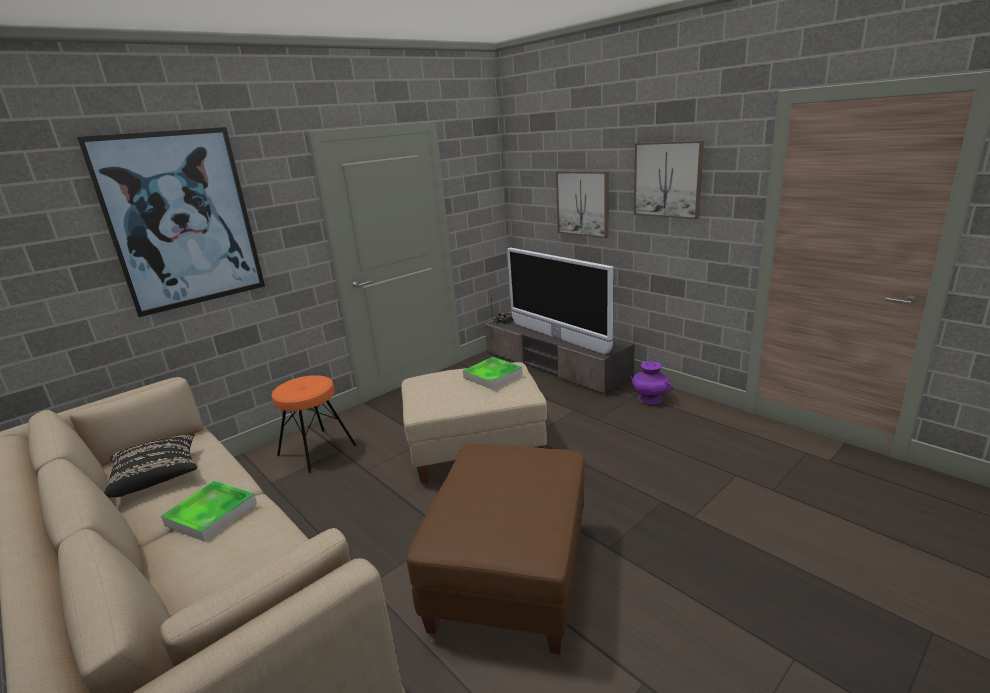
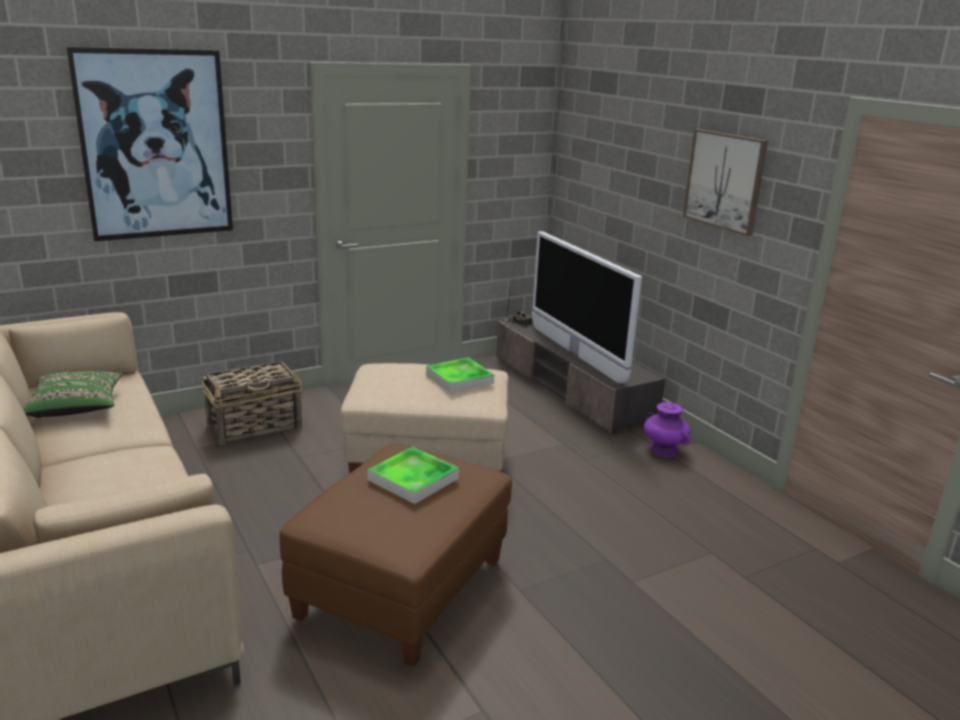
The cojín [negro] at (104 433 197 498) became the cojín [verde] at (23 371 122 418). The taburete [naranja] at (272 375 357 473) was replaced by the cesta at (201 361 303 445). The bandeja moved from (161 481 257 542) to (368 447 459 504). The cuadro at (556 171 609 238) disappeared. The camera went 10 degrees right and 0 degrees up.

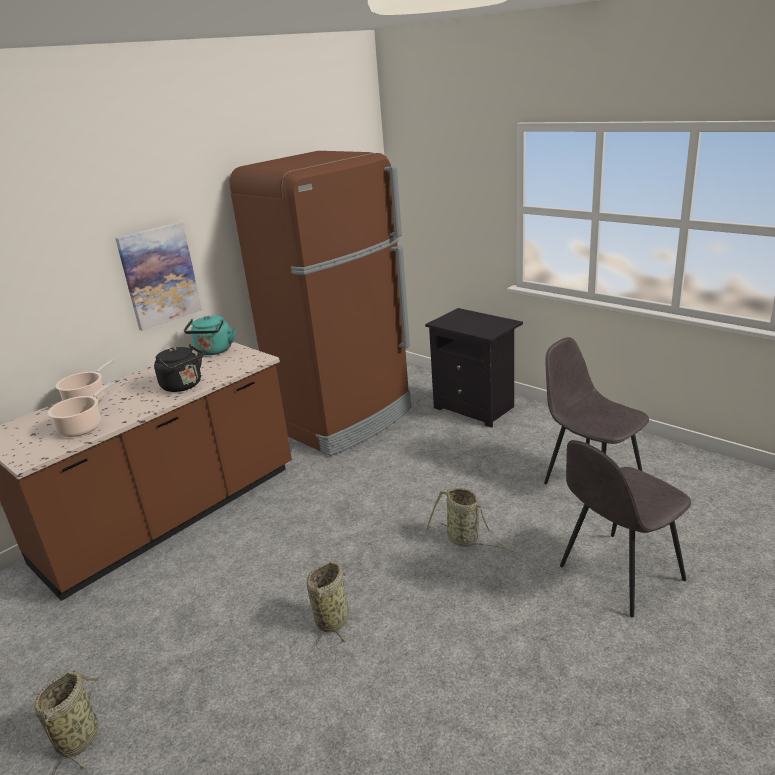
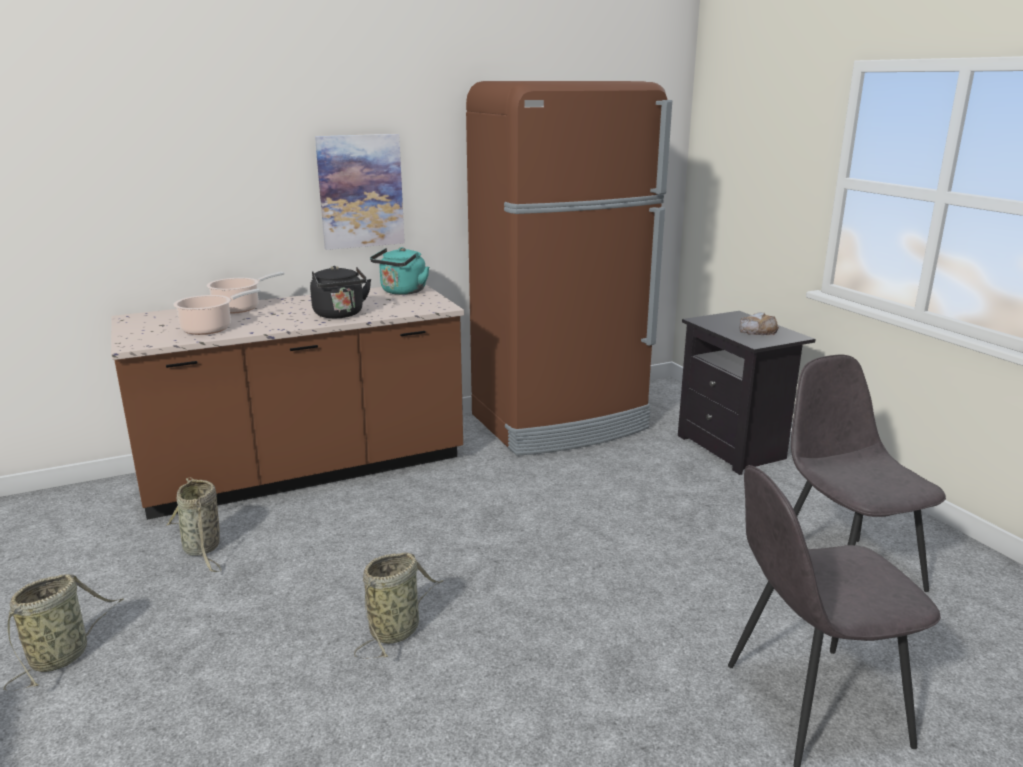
The cesta moved from (426 488 509 551) to (166 477 222 572). The pan at (739 312 779 335) appeared. The camera went 20 degrees right and 5 degrees down.

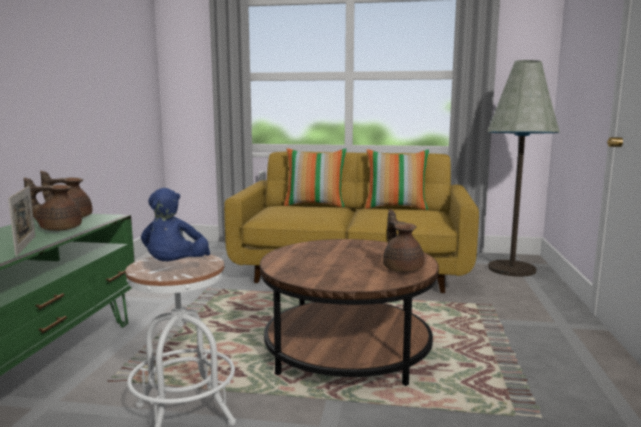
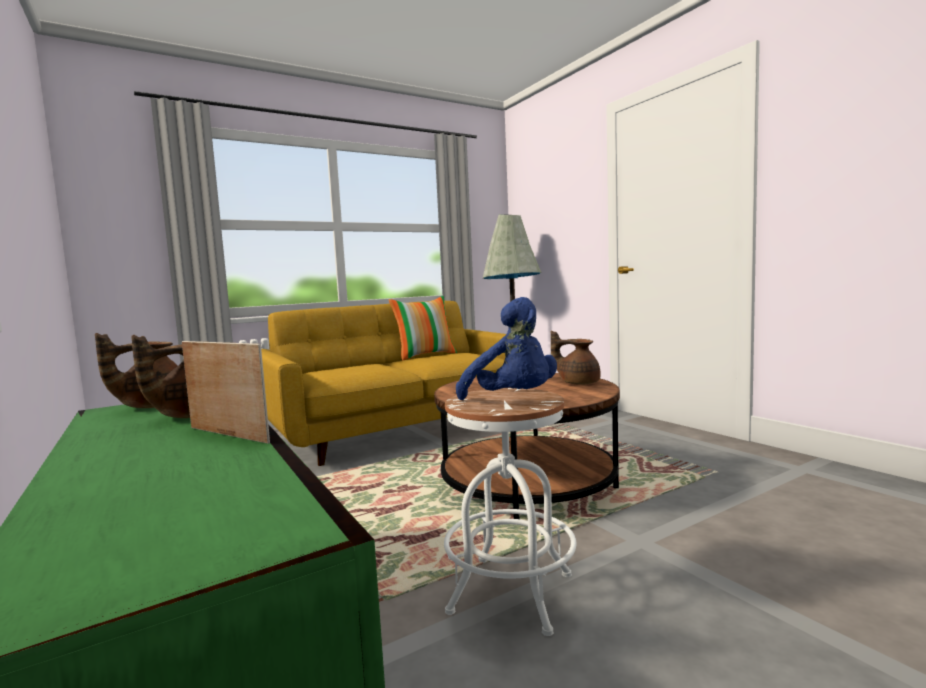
The cojín at (284 148 347 207) disappeared. The camera went 40 degrees left and 5 degrees down.

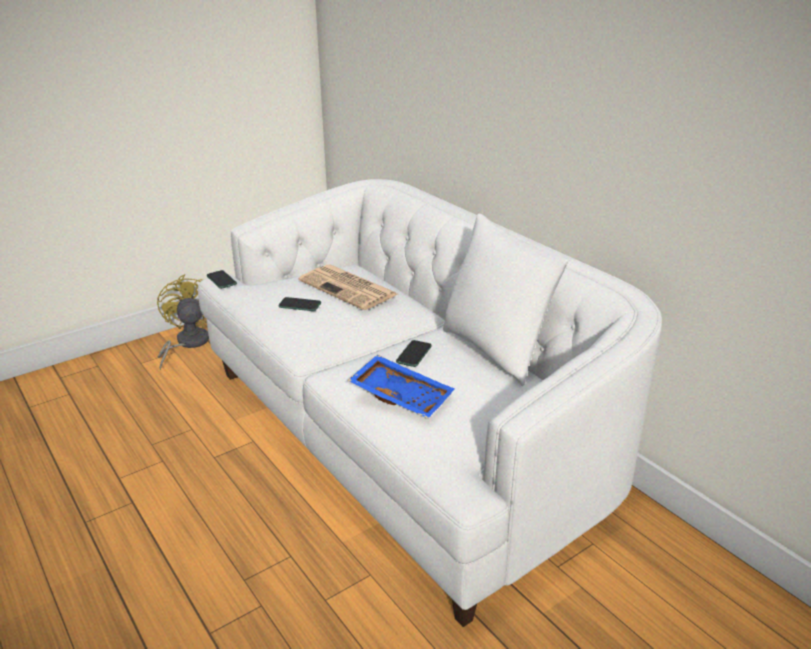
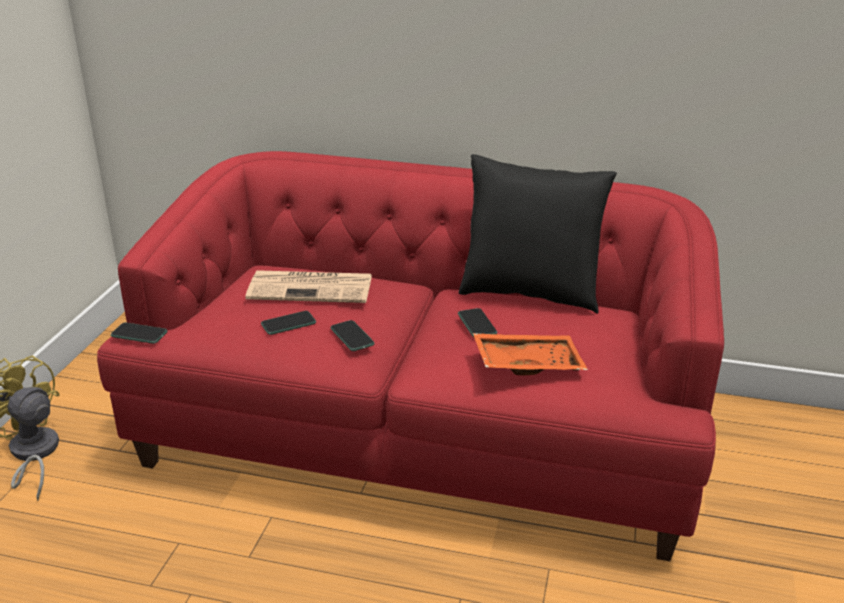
The sofá [blanco] at (198 179 662 627) became the sofá [rojo] at (97 151 724 561). The móvil at (331 320 375 351) appeared. The cojín [blanco] at (443 213 569 386) became the cojín [negro] at (459 154 617 314). The bandeja [azul] at (348 355 454 418) became the bandeja [naranja] at (473 333 588 375). The camera went 40 degrees left and 0 degrees up.

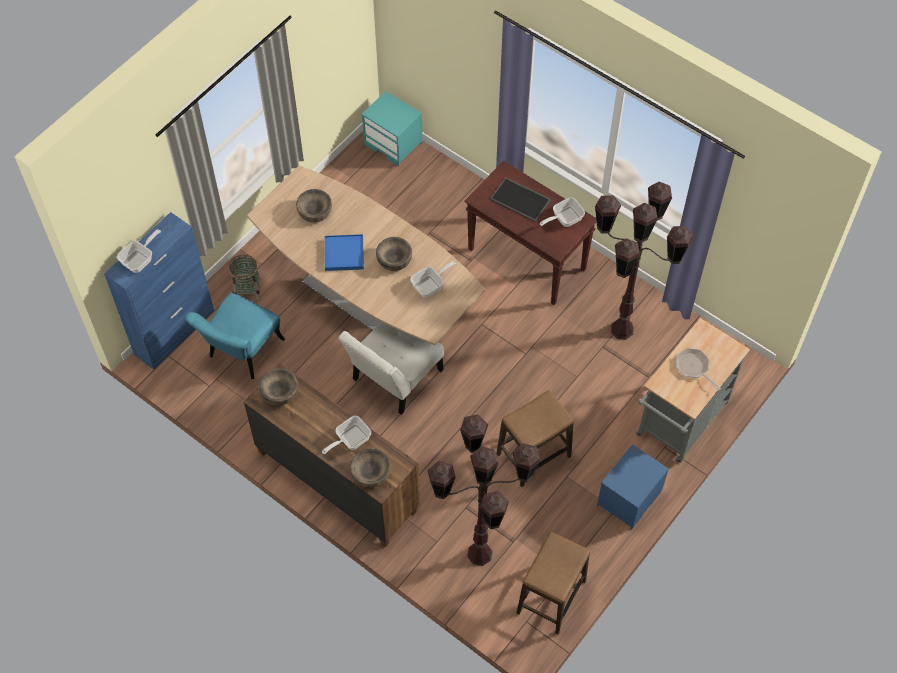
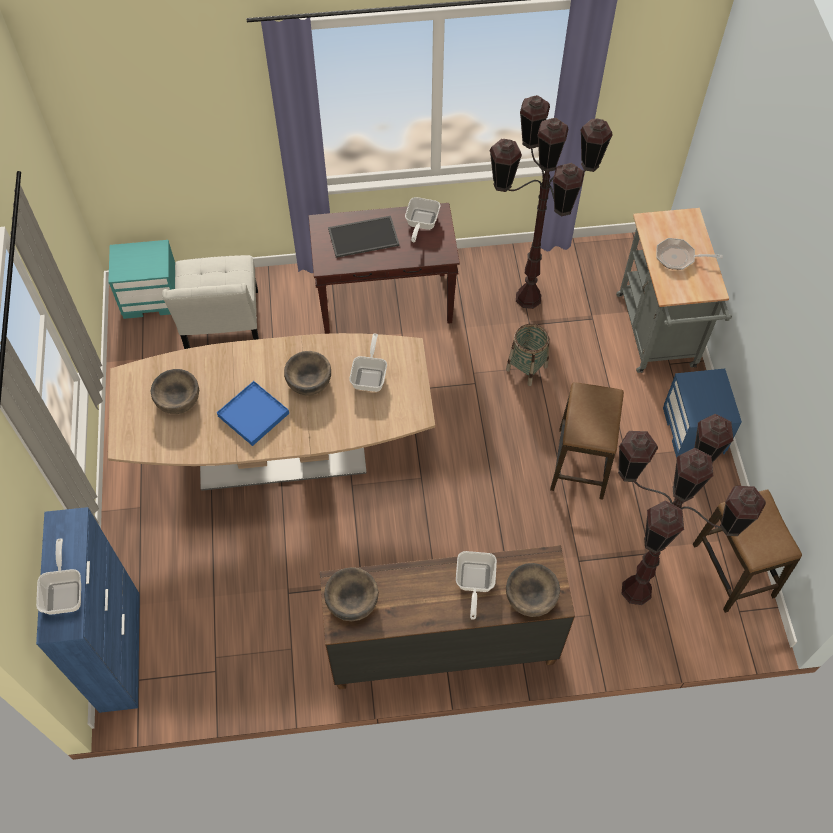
The silla [blanco] moved from (338 322 444 415) to (162 255 259 349). The cesta moved from (229 254 261 301) to (506 324 549 386). The silla [turquesa] at (185 293 285 379) disappeared. The camera went 45 degrees left and 0 degrees up.

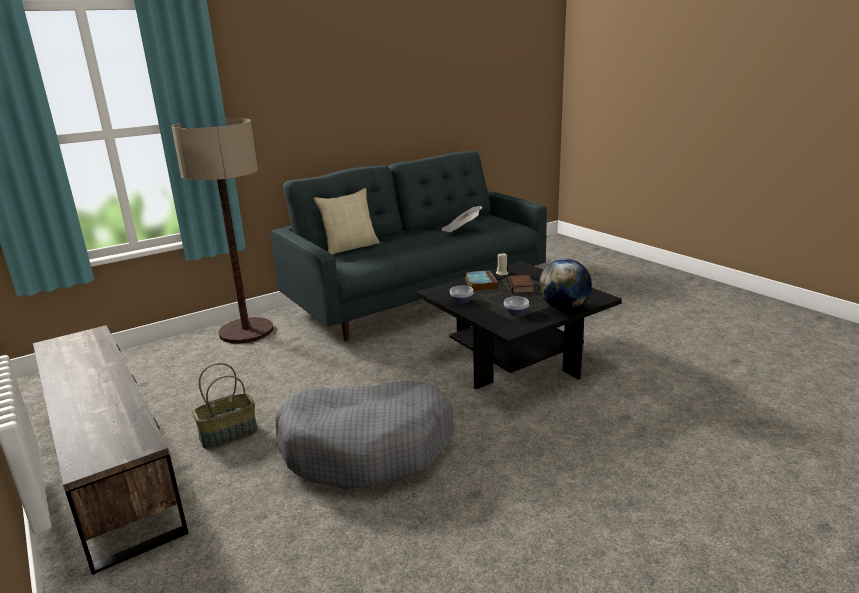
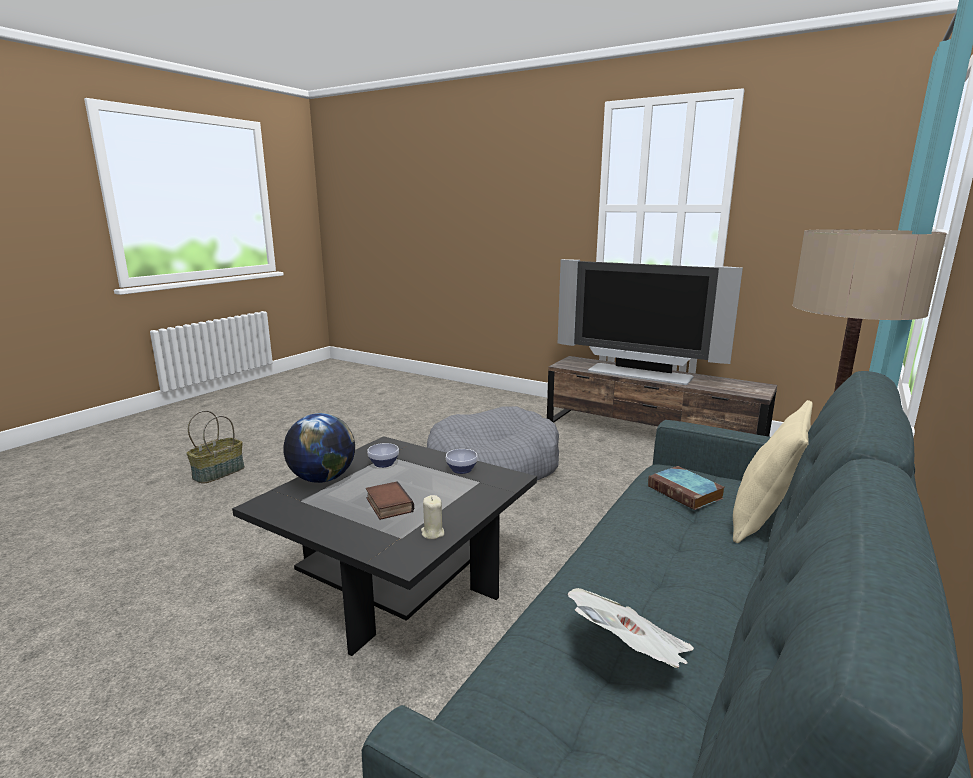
The cesta moved from (192 363 258 449) to (187 410 245 484). The televisor at (558 259 743 385) appeared. The libro moved from (465 270 498 291) to (648 466 725 510). The camera went 155 degrees right and 5 degrees down.

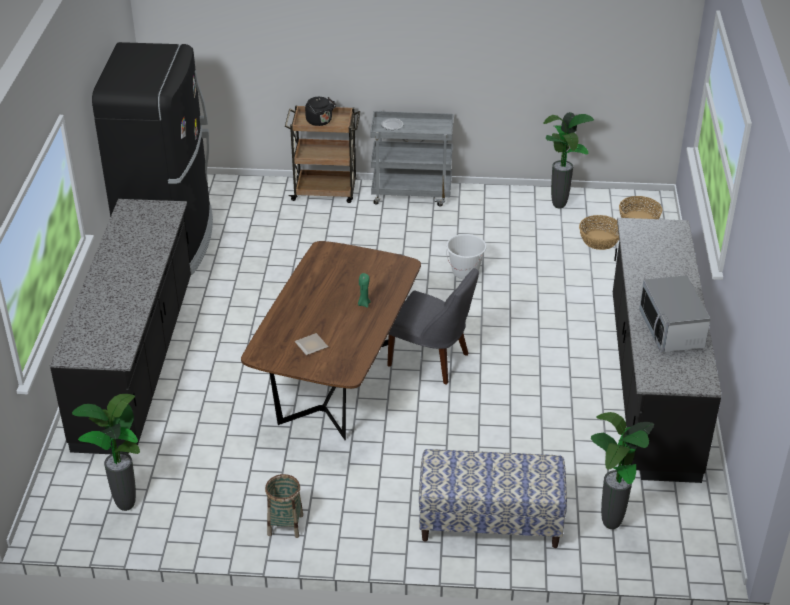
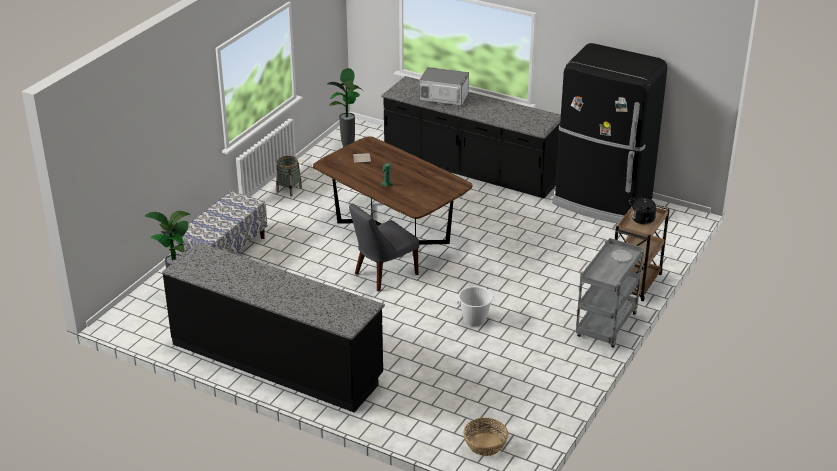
The microondas moved from (639 275 711 353) to (420 67 469 106). The planta en maceta at (544 112 594 209) disappeared. The cesta at (579 215 619 250) disappeared. The camera went 115 degrees right and 5 degrees down.

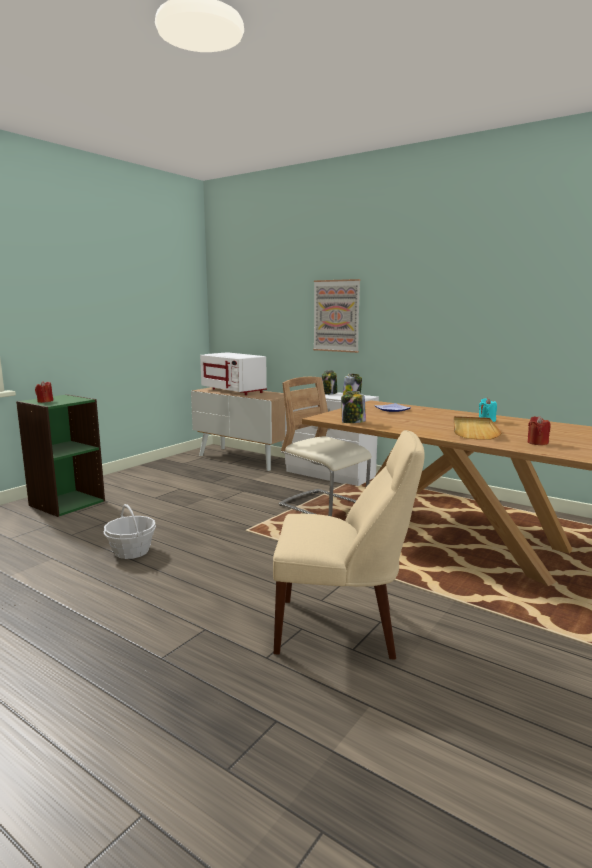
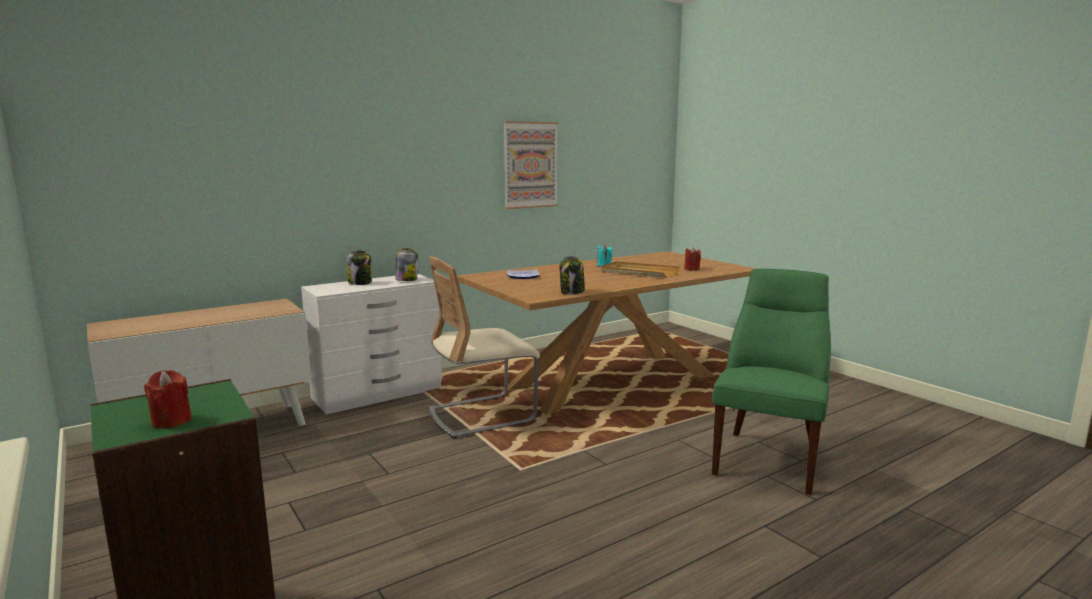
The cuadro moved from (313 279 361 353) to (503 121 558 209). The silla [beis] at (273 430 425 659) became the silla [verde] at (712 269 831 495). The cesta at (103 504 156 559) disappeared. The microondas [blanco] at (200 352 267 395) disappeared. The camera went 70 degrees left and 0 degrees up.

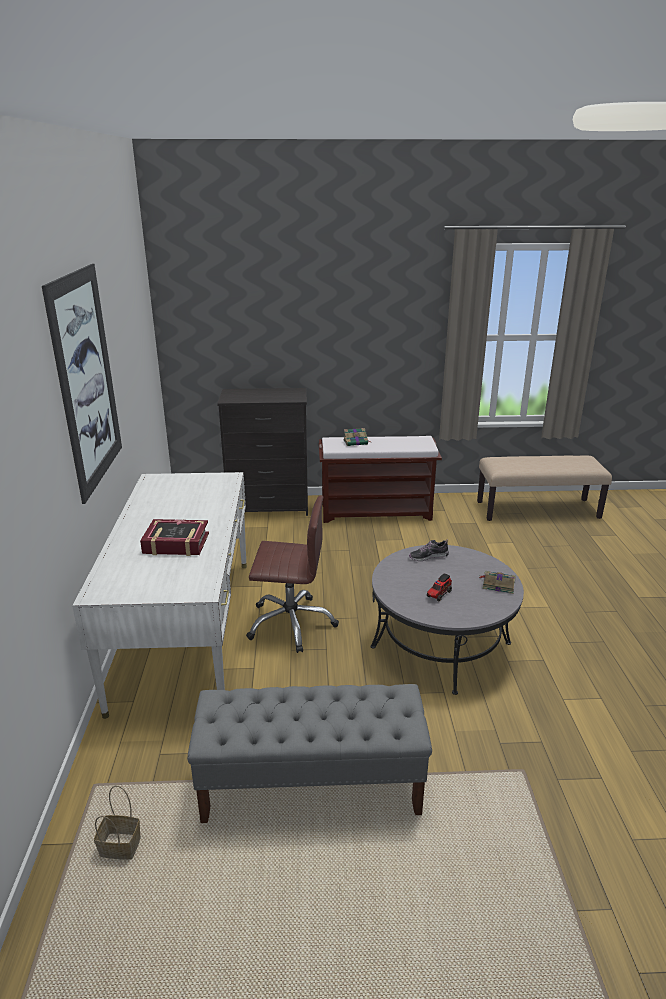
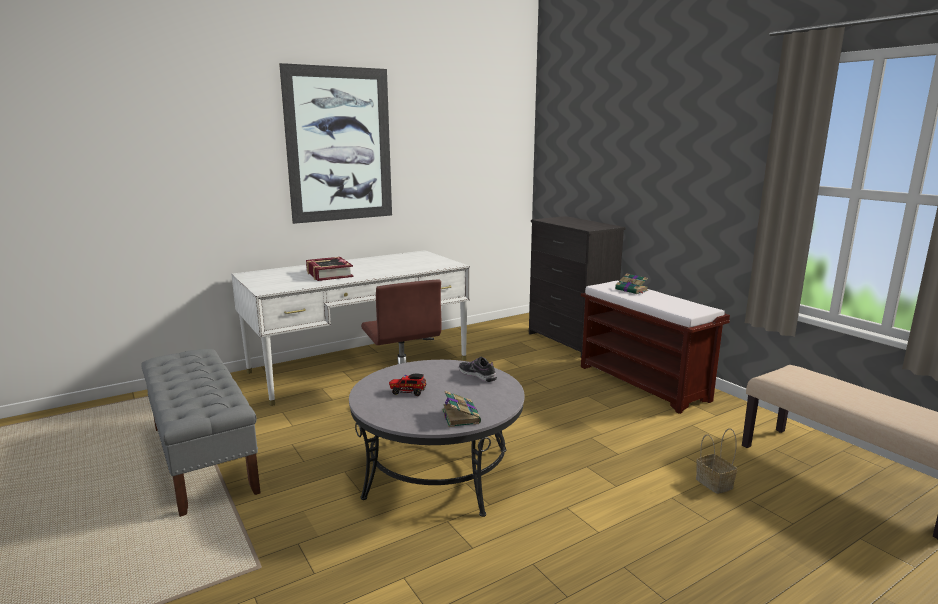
The cesta moved from (94 785 141 860) to (696 428 737 494). The camera went 60 degrees right and 10 degrees down.

